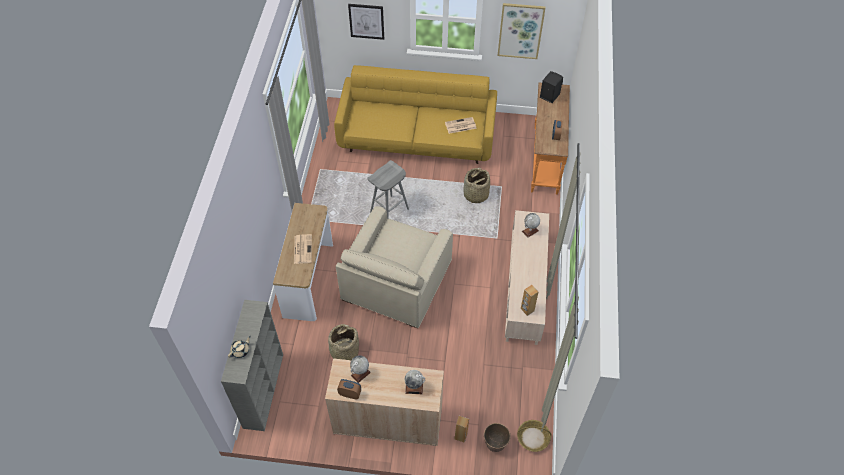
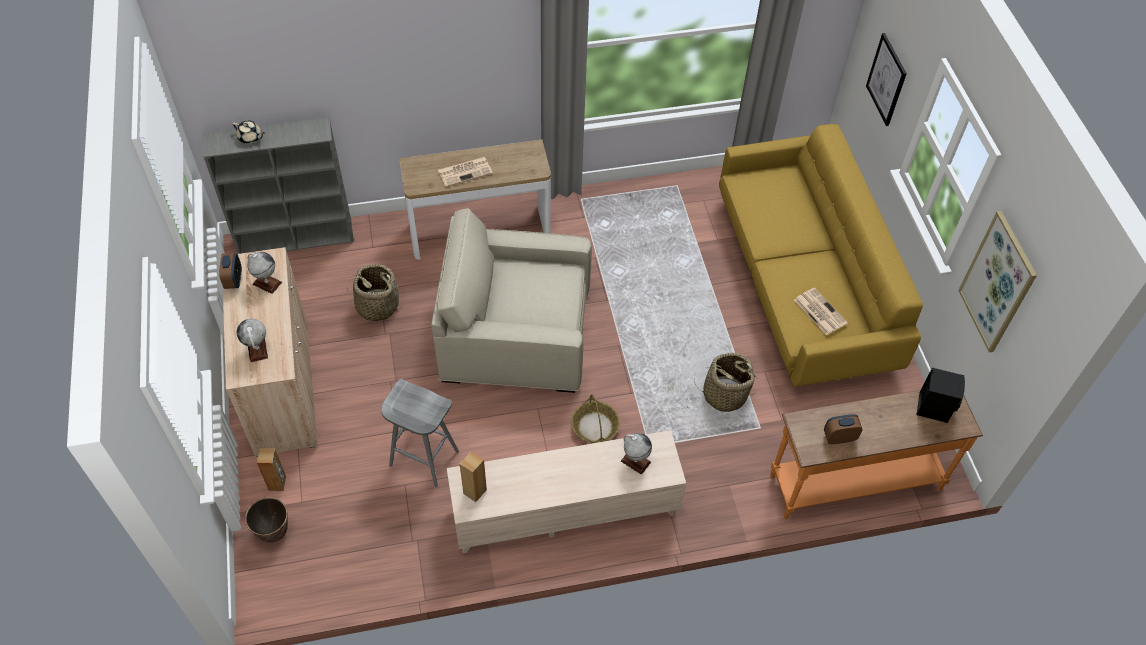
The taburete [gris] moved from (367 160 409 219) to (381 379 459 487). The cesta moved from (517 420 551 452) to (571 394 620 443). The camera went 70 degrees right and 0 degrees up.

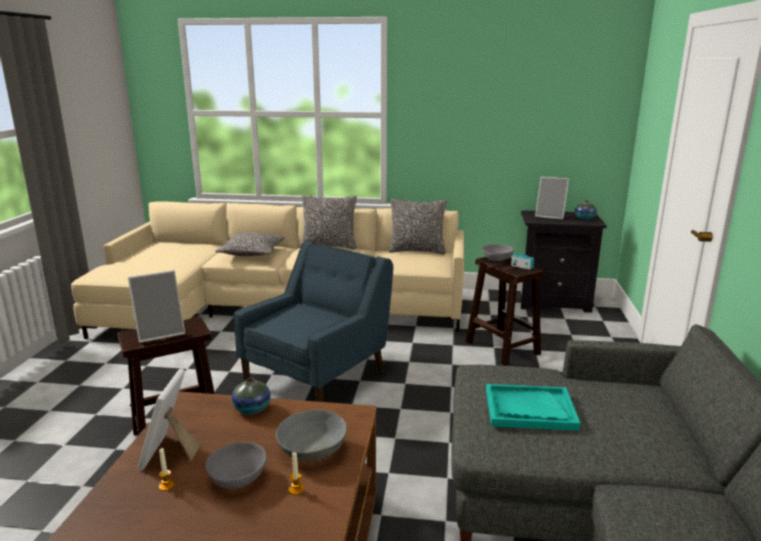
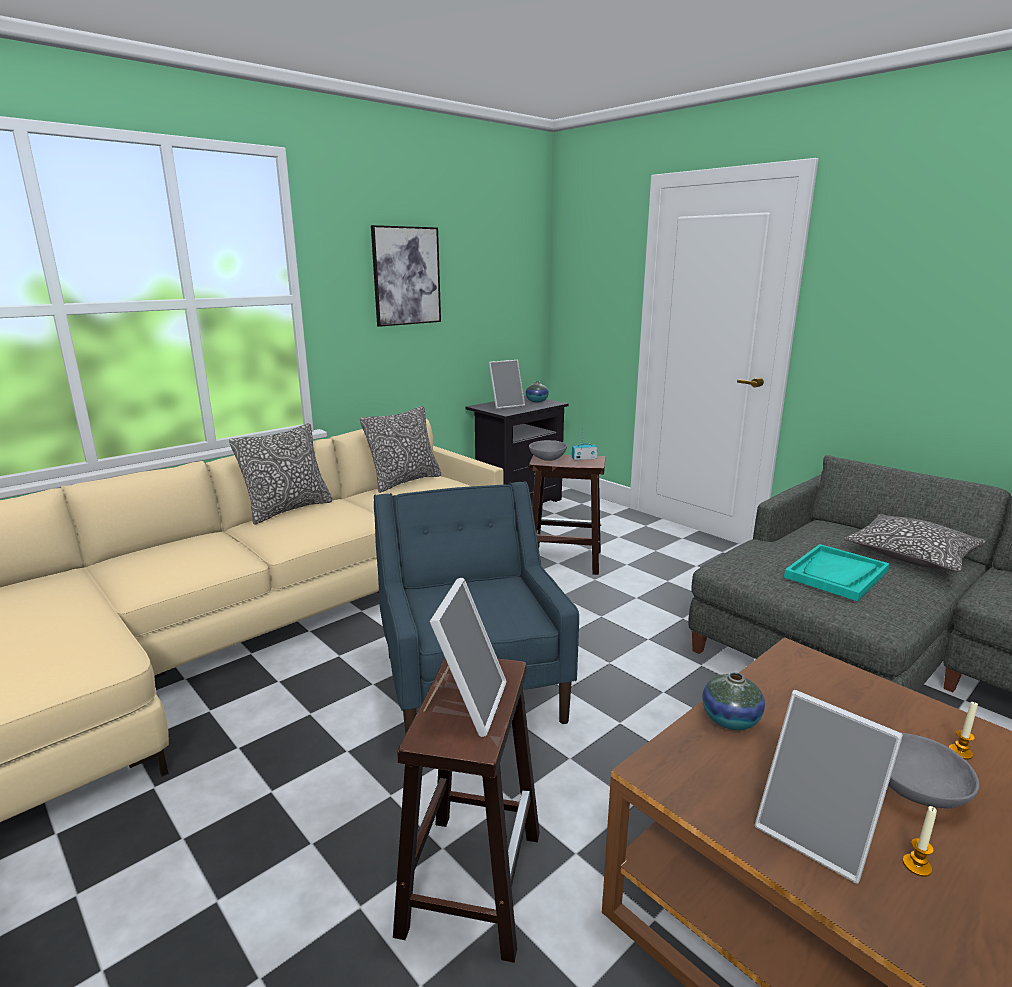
The cuadro at (371 225 441 327) appeared. The cojín moved from (215 232 285 256) to (845 514 986 572). The cuenco [gris] at (276 410 347 461) disappeared. The camera went 50 degrees left and 0 degrees up.

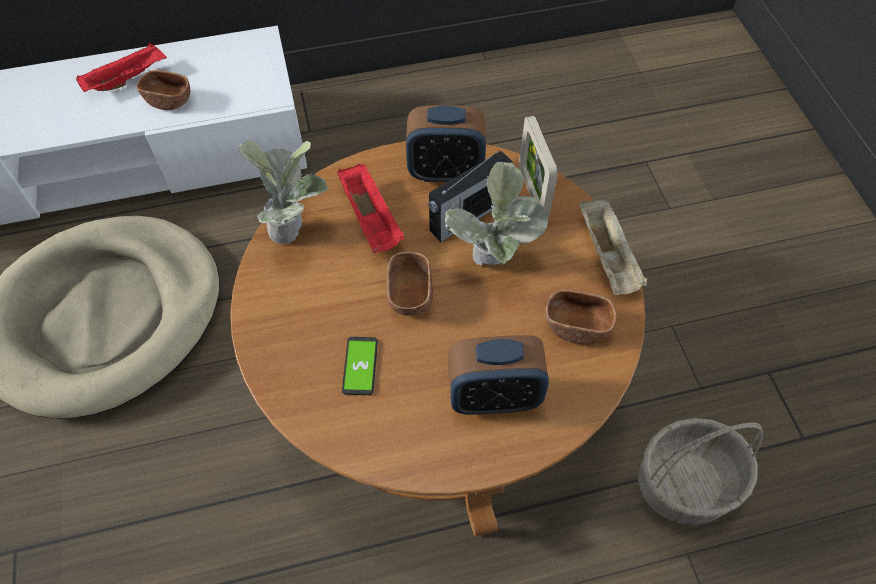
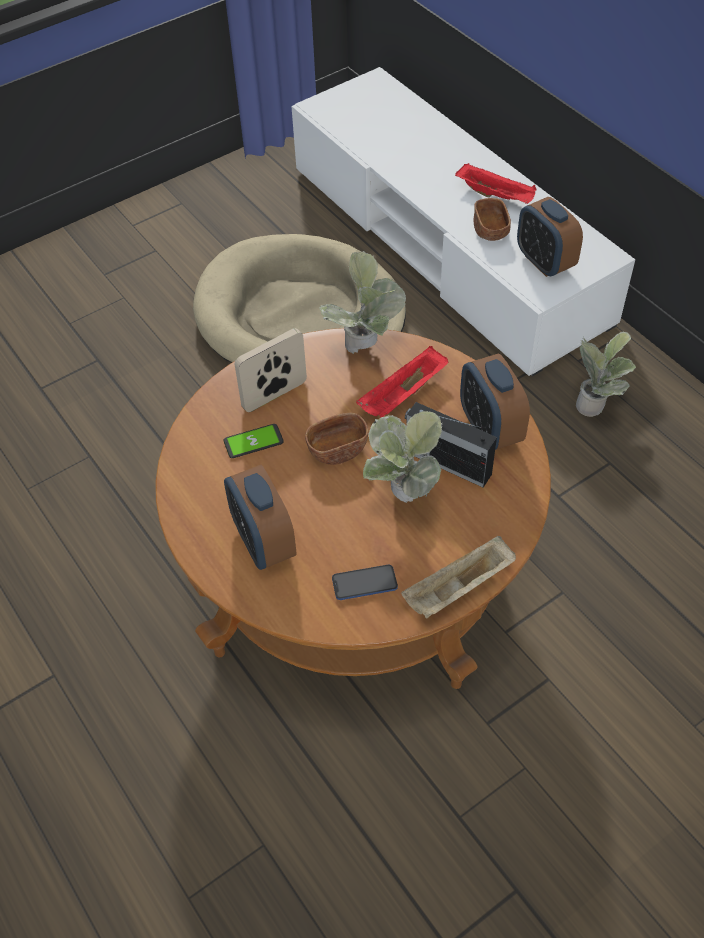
The portarretratos moved from (519 116 558 218) to (235 328 307 412). The cuenco [marrón] at (545 289 617 345) was replaced by the móvil at (332 564 398 600). The despertador at (517 197 583 277) appeared. The planta en maceta at (576 332 636 417) appeared. The cesta at (638 418 763 525) disappeared. The camera went 70 degrees right and 5 degrees down.

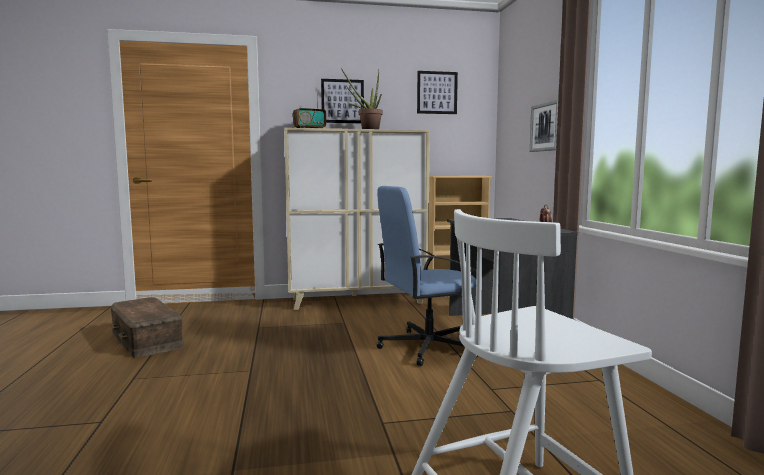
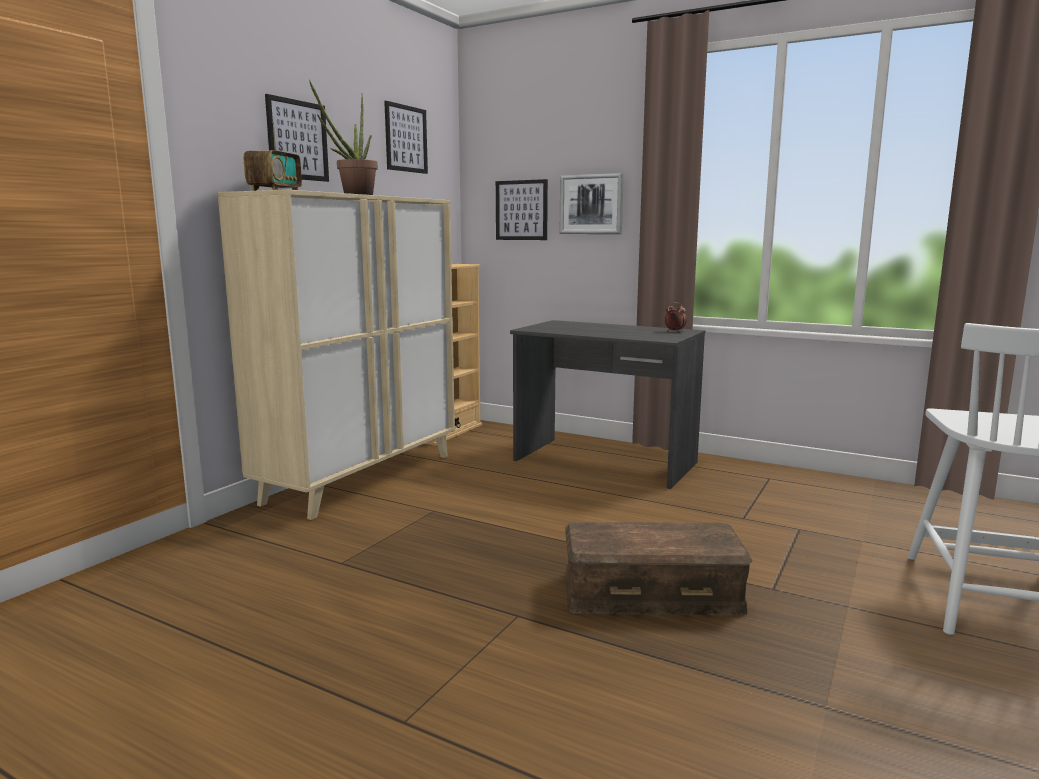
The cuadro at (496 179 548 240) appeared. The caja de almacenaje [marrón] moved from (111 297 184 358) to (565 521 752 616). The silla de oficina [azul] at (377 186 478 366) disappeared. The camera went 50 degrees left and 5 degrees up.

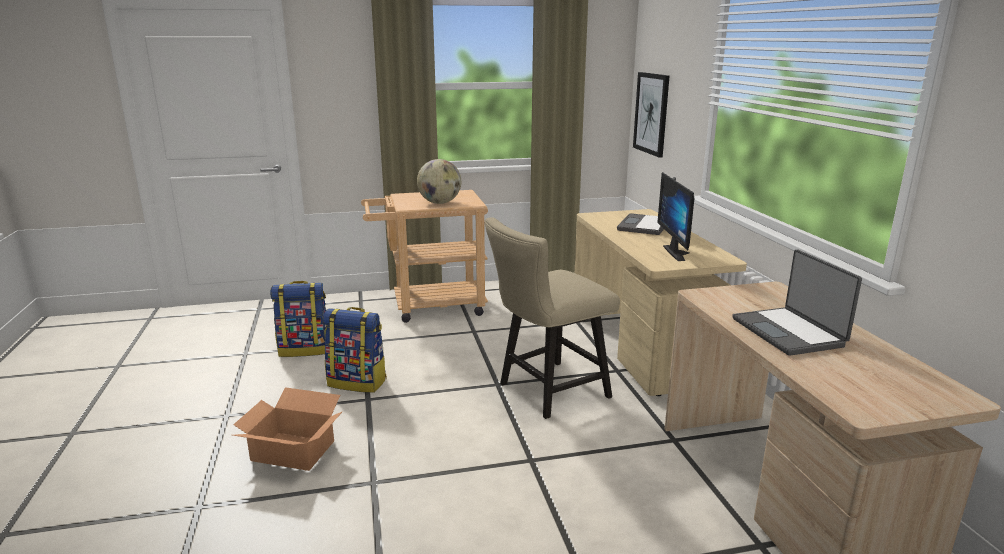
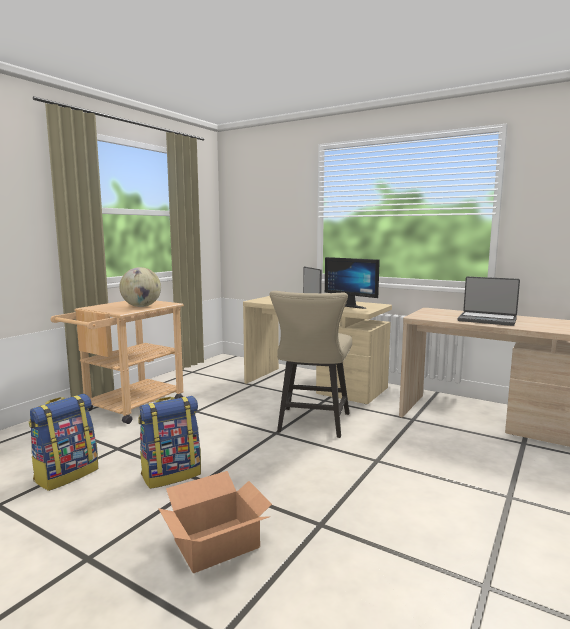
The cuadro at (633 72 669 157) disappeared. The camera went 45 degrees left and 10 degrees down.

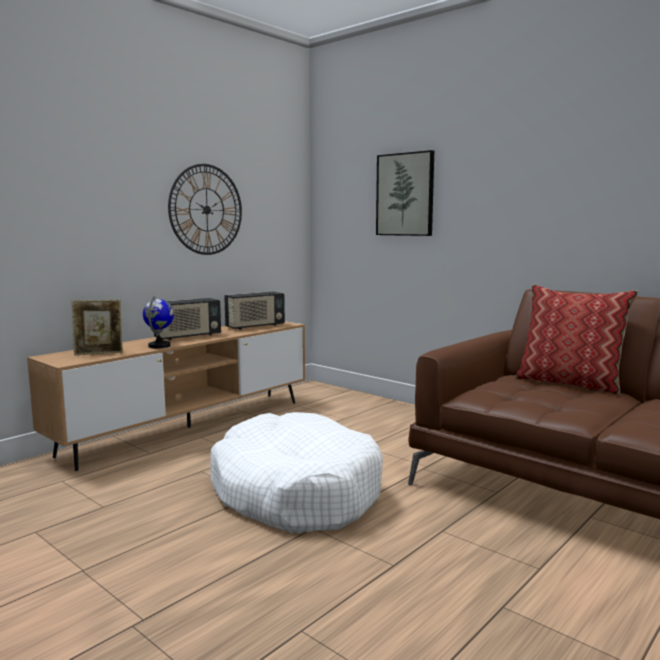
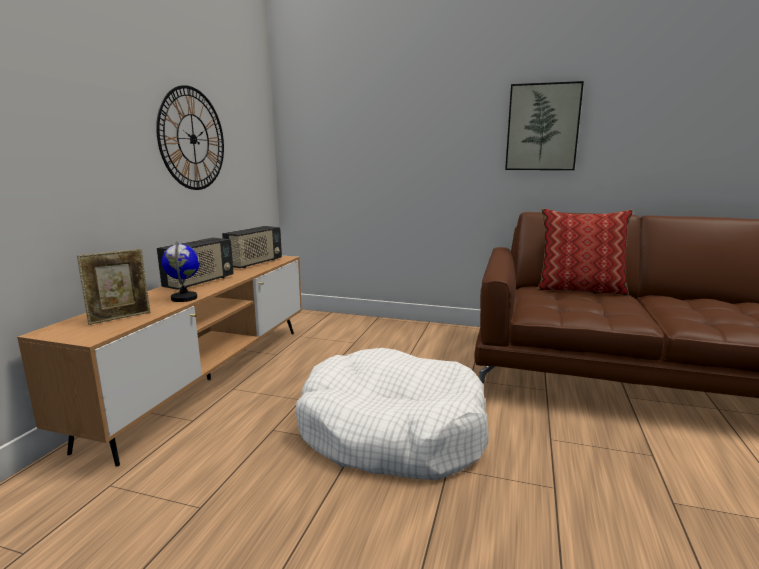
The cuadro moved from (376 150 434 236) to (505 81 584 170). The camera went 25 degrees left and 5 degrees up.

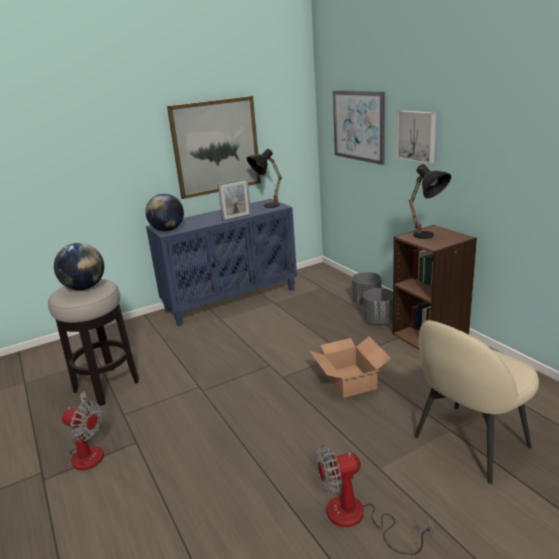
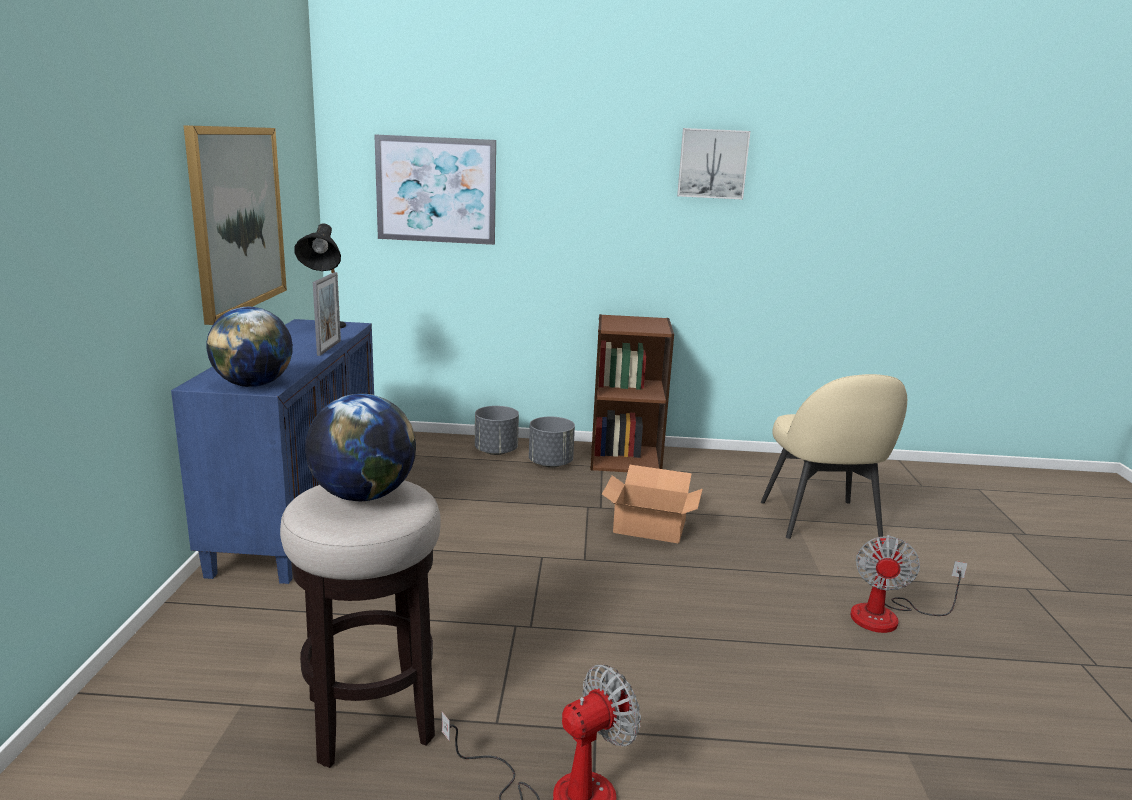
The cuadro moved from (397 110 436 164) to (677 128 751 200). The lámpara de mesa [negro] at (409 164 451 239) disappeared. The camera went 60 degrees left and 5 degrees down.

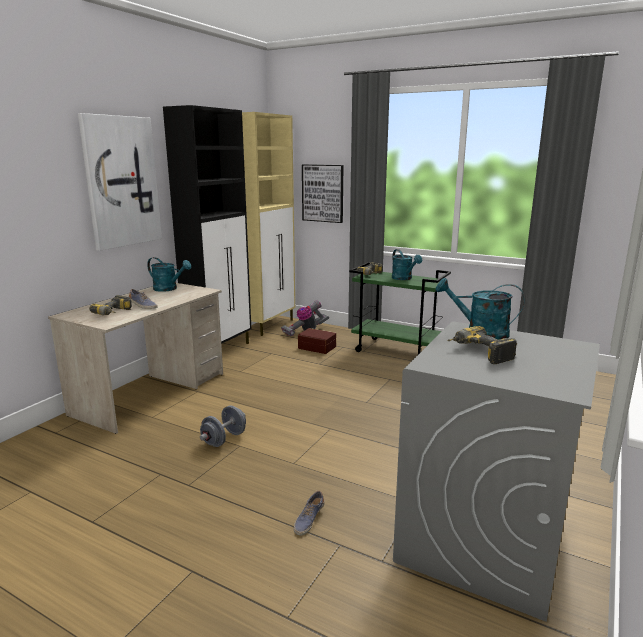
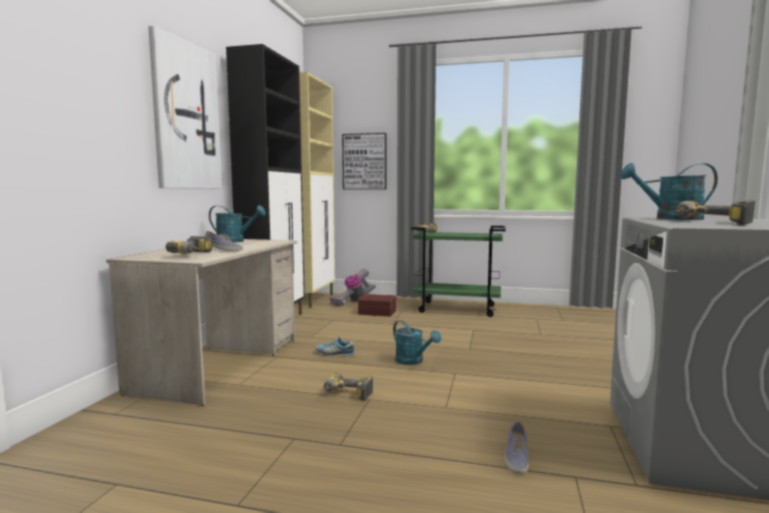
The zapato at (316 337 355 356) appeared. The mancuerna [gris] at (200 406 246 447) was replaced by the taladro at (322 373 373 401). The regadera [turquesa] moved from (392 249 422 280) to (393 320 441 365). The camera went 15 degrees left and 10 degrees down.

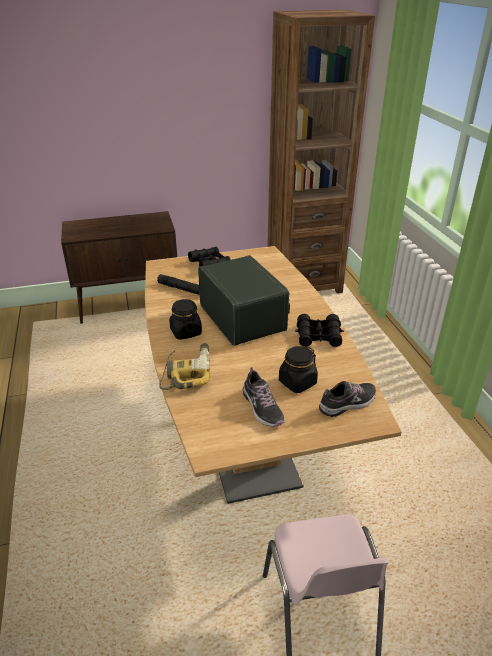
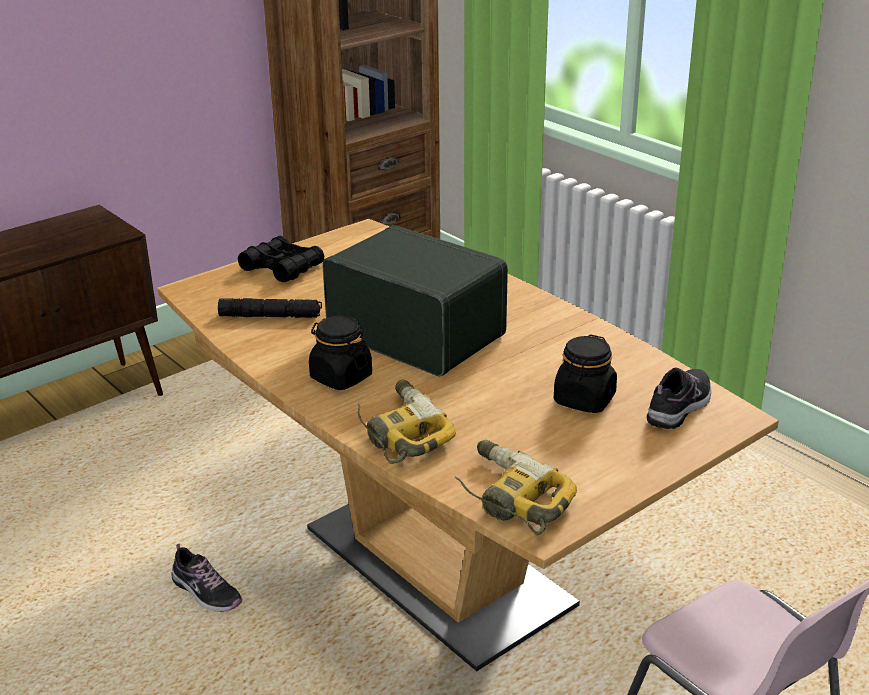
The zapato moved from (243 367 285 427) to (171 543 242 612). The taladro at (455 440 577 535) appeared. The prismáticos [negro] at (295 314 344 347) disappeared. The camera went 25 degrees left and 5 degrees down.

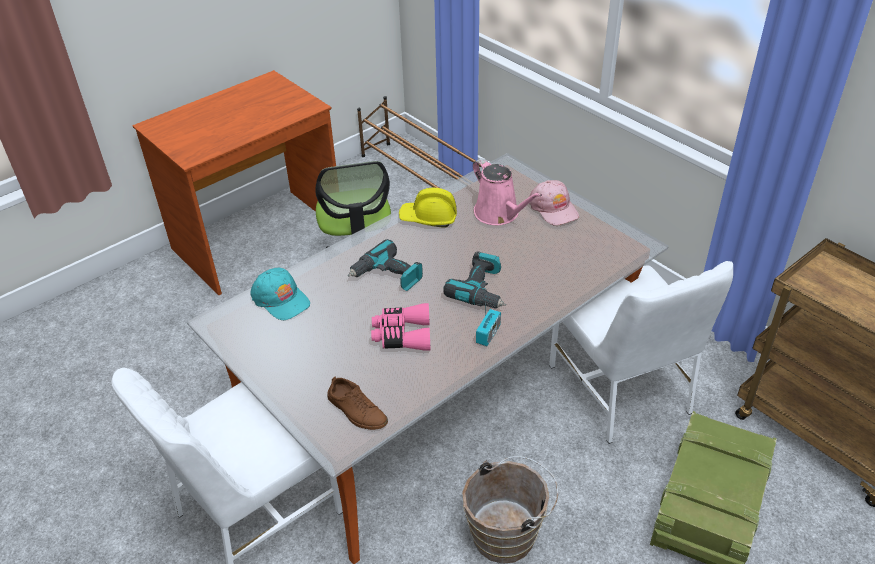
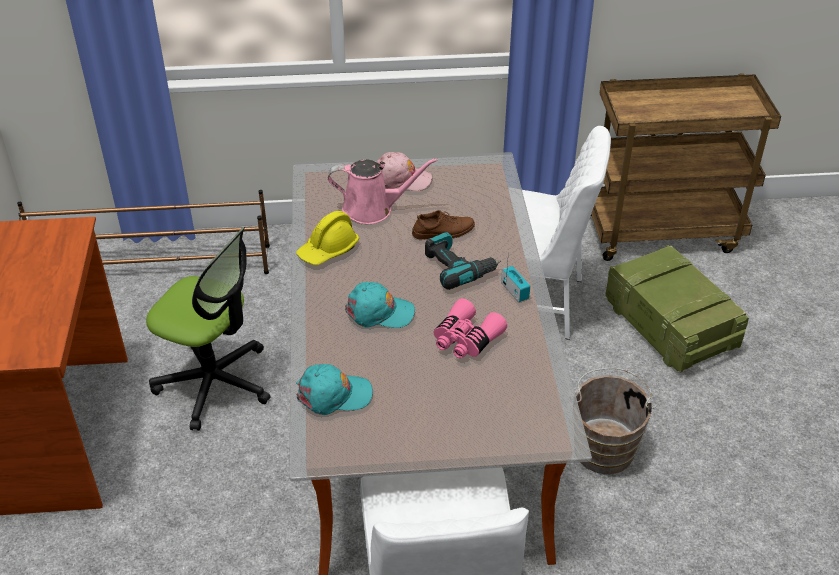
The taladro at (348 239 423 291) was replaced by the gorra [turquesa] at (345 282 415 328). The zapato [marrón] moved from (328 376 388 430) to (412 210 475 239). The camera went 55 degrees left and 0 degrees up.

